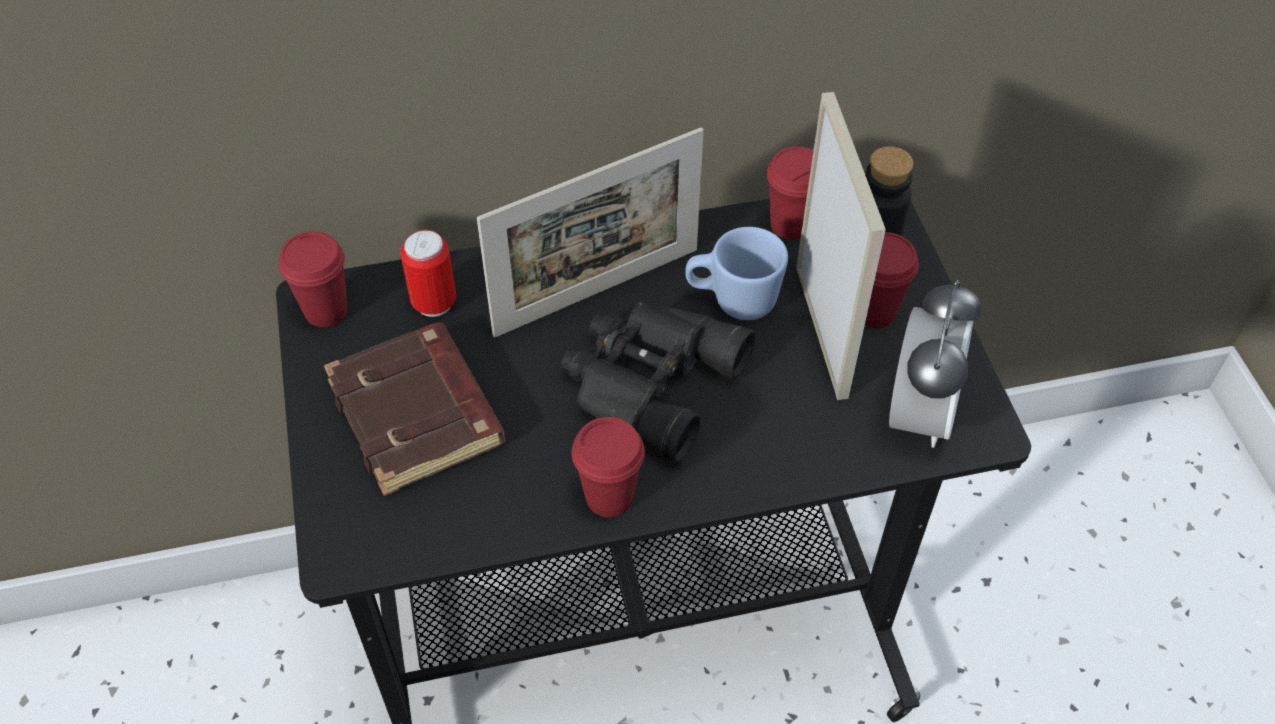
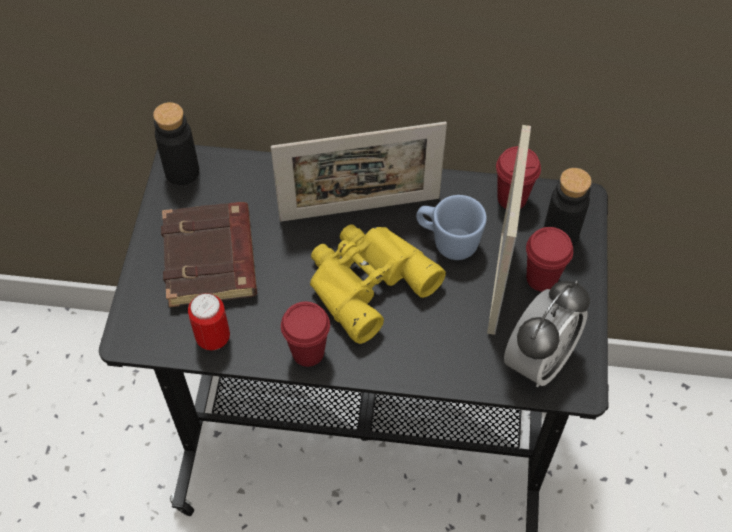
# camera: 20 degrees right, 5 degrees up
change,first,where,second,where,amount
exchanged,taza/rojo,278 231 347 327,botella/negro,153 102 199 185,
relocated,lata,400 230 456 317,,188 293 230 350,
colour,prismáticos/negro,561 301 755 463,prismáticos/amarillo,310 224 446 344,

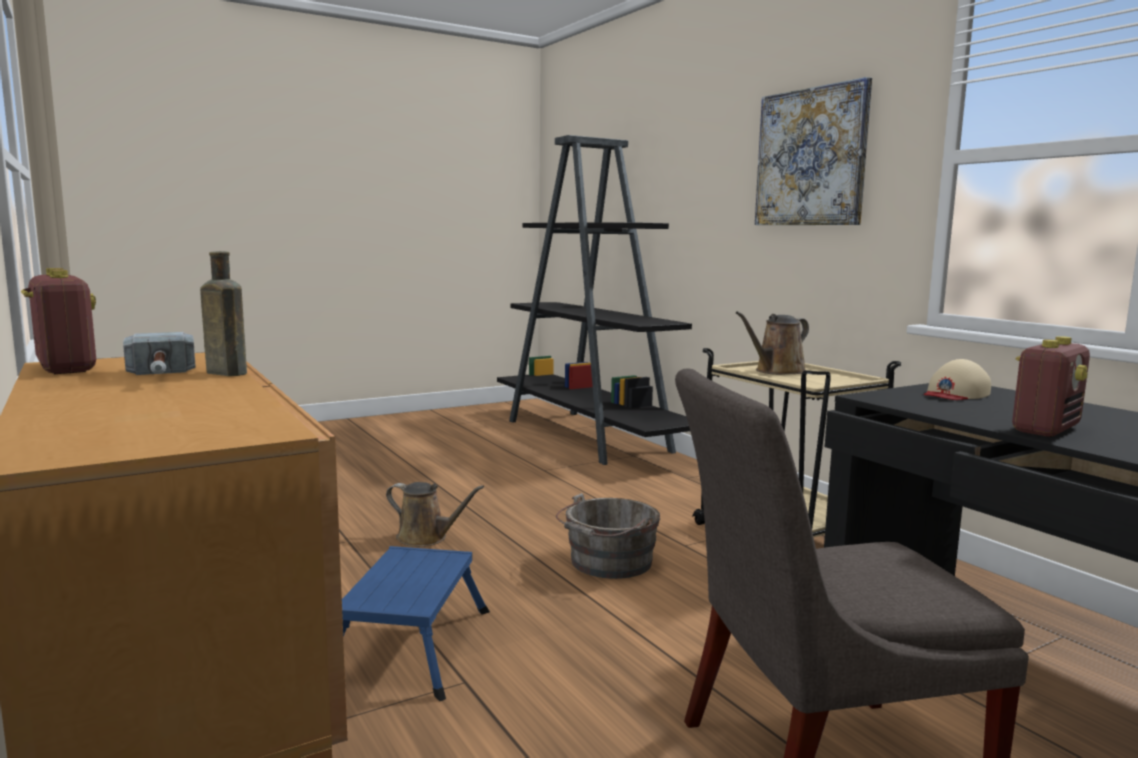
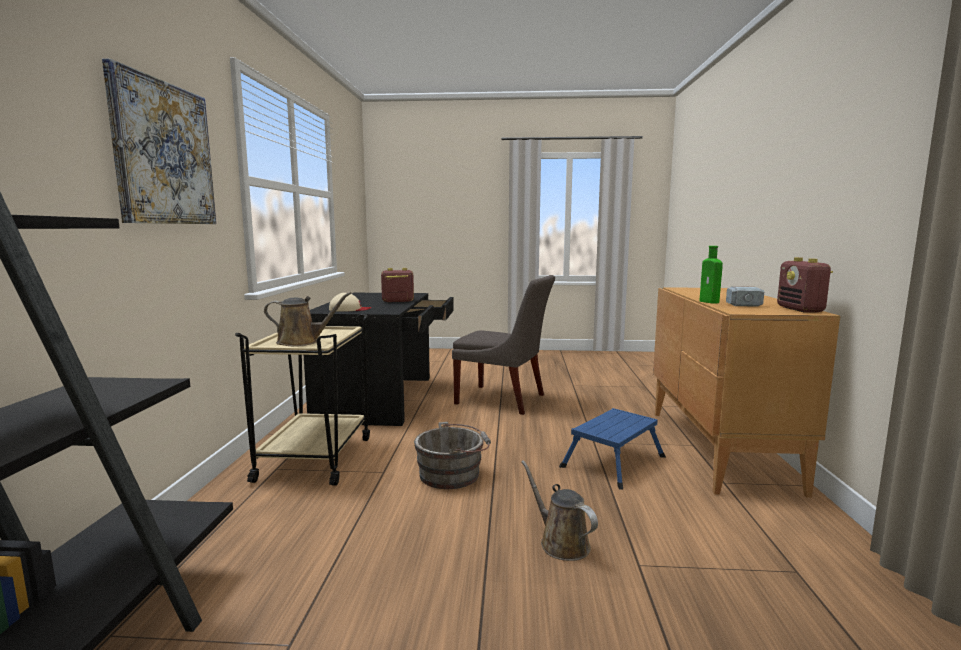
# camera: 145 degrees left, 0 degrees up
change,first,where,second,where,amount
colour,botella/marrón,200 252 247 376,botella/verde,699 246 723 303,

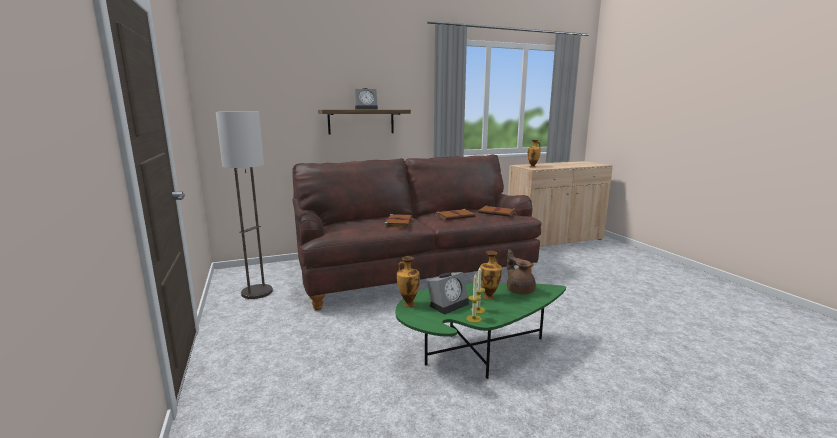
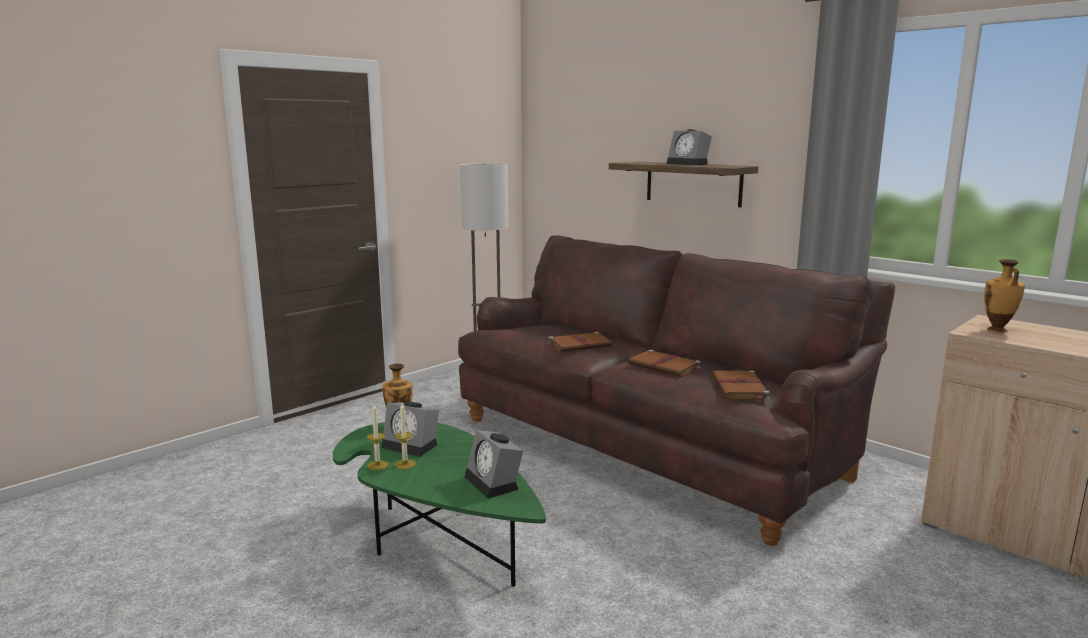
# camera: 65 degrees right, 0 degrees up
change,first,where,second,where,amount
missing,florero,480 251 502 300,,,
exchanged,tetera/marrón,507 249 536 295,despertador,465 430 523 498,

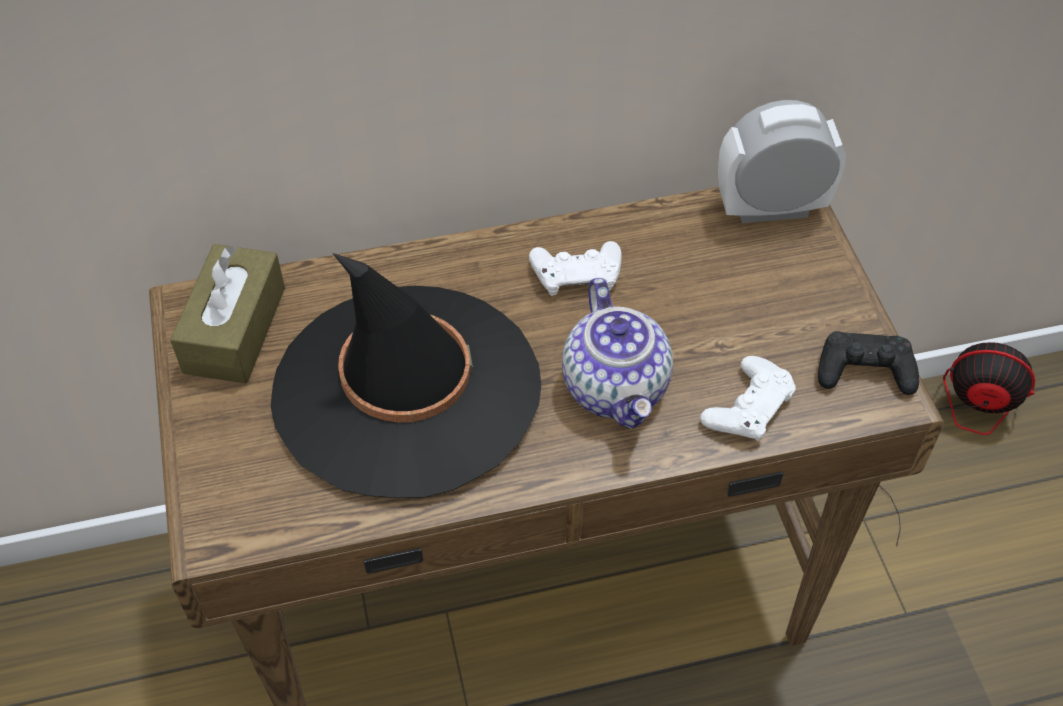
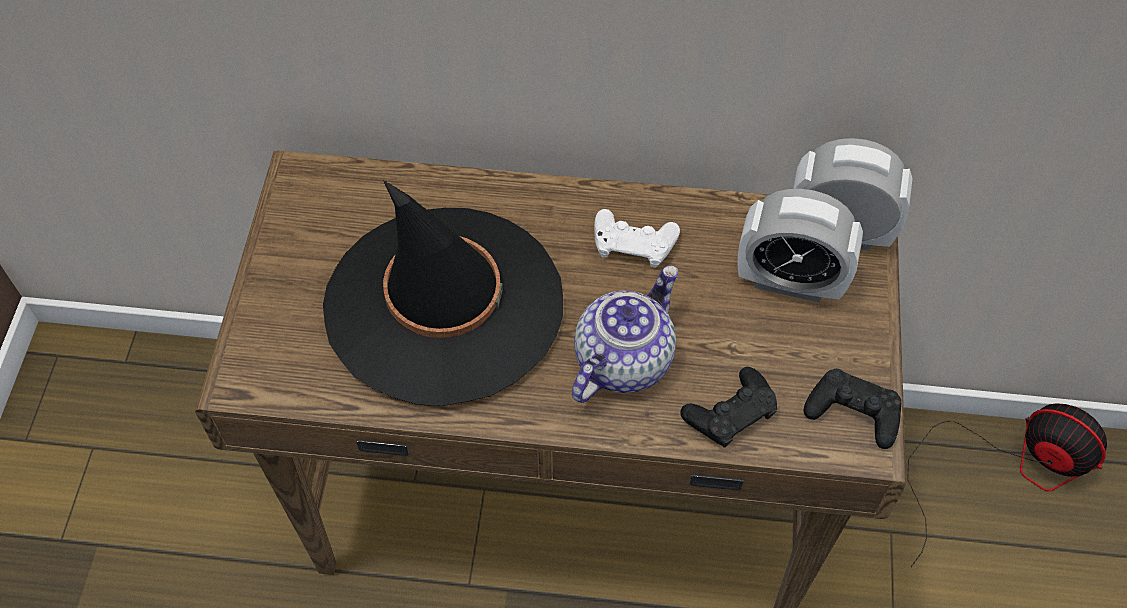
# camera: 20 degrees right, 5 degrees up
change,first,where,second,where,amount
missing,caja de pañuelos/marrón,170 244 285 384,,,
spun,tetera,562 278 673 429,,572 266 678 403,150 degrees counterclockwise
colour,mando de consola/blanco,700 356 796 442,mando de consola/negro,680 367 777 447,
appeared,,,despertador,737 189 863 303,

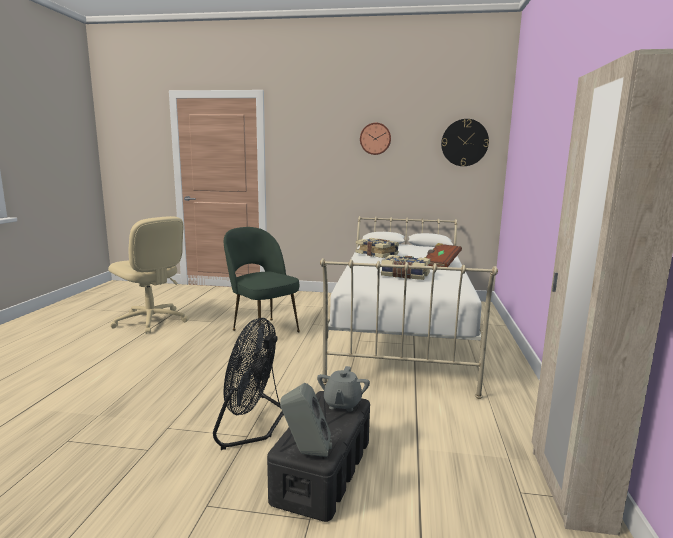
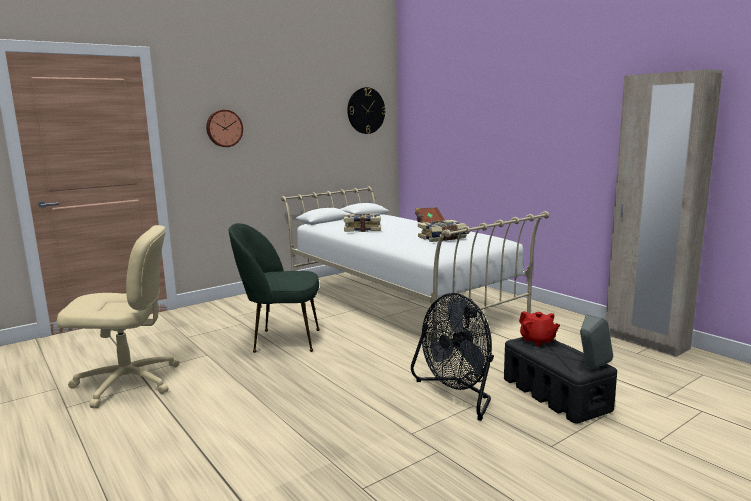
# camera: 45 degrees left, 0 degrees up
change,first,where,second,where,amount
colour,tetera/gris,317 366 370 411,tetera/rojo,519 311 560 346,
relocated,reloj de pared,360 123 391 155,,206 110 243 147,

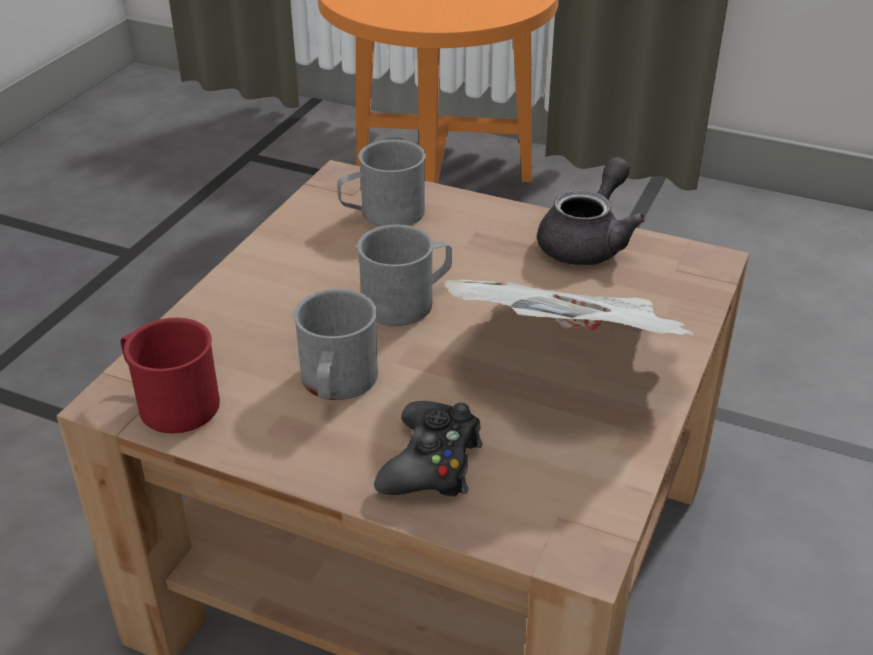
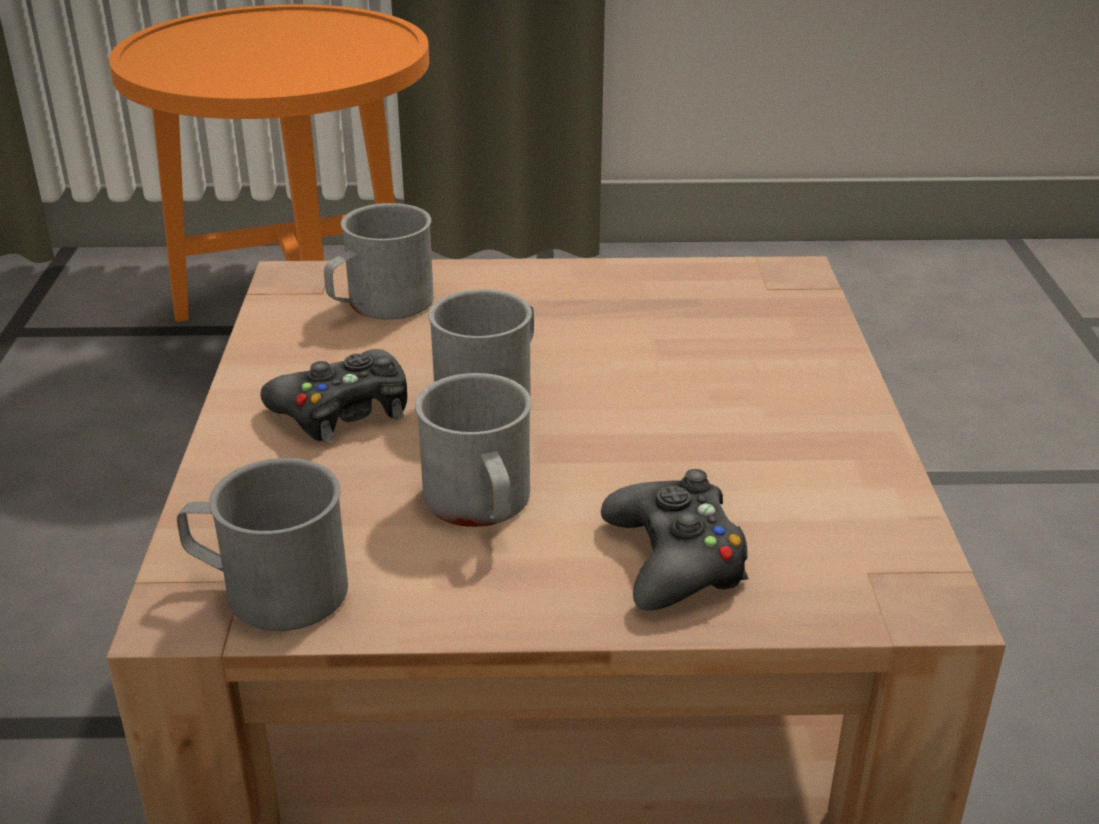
# camera: 25 degrees left, 5 degrees down
change,first,where,second,where,amount
colour,taza grande/rojo,121 318 220 433,taza grande/gris,177 458 348 631,
missing,periódico,445 280 698 336,,,
missing,tetera/gris,537 157 646 265,,,
appeared,,,mando de consola/negro,261 349 407 442,

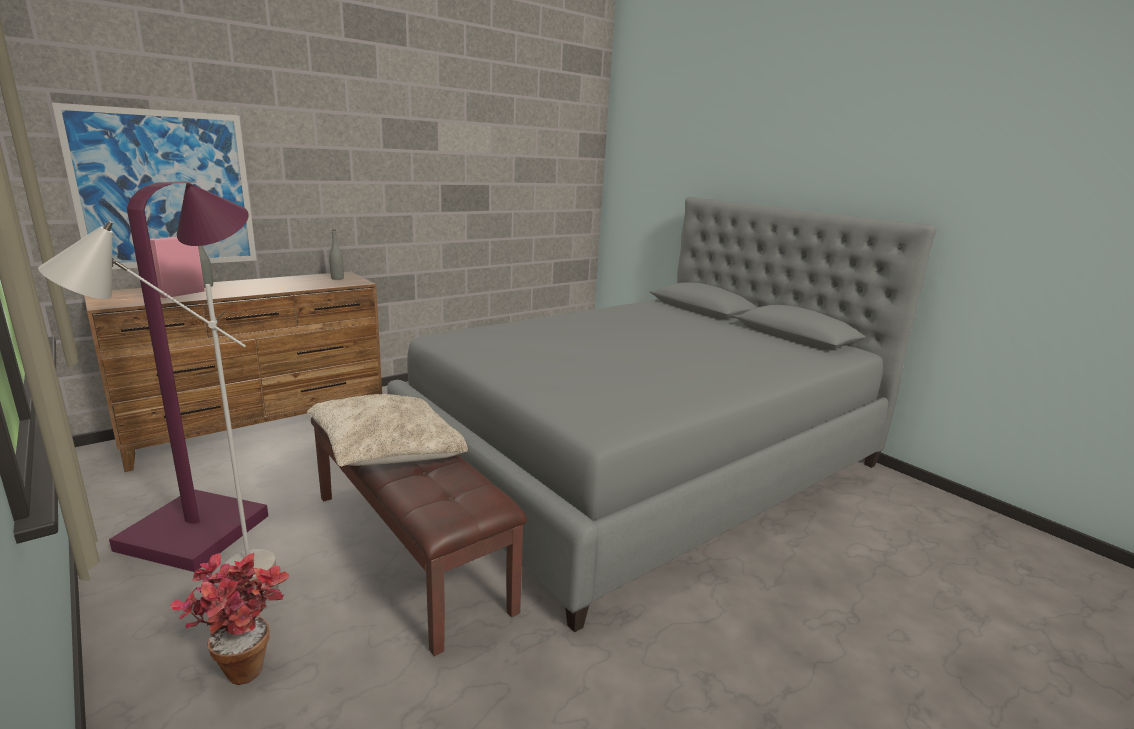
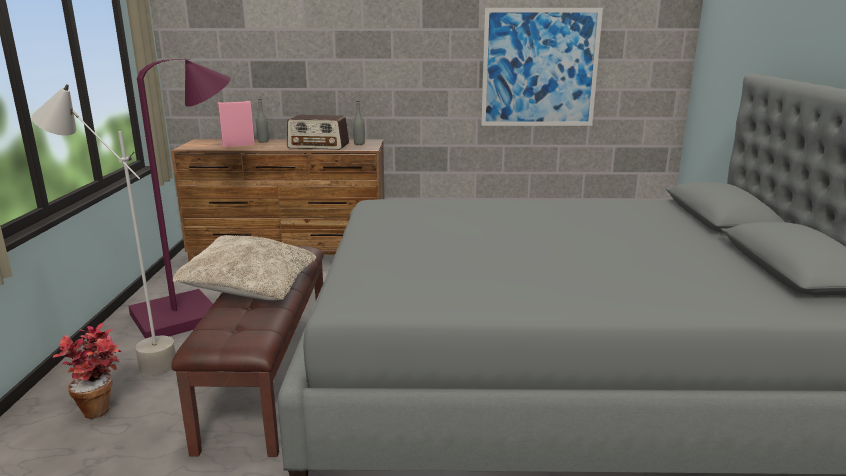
# camera: 40 degrees right, 0 degrees up
change,first,where,second,where,amount
relocated,cuadro,52 103 257 269,,481 8 603 126,
appeared,,,radio,287 115 349 150,

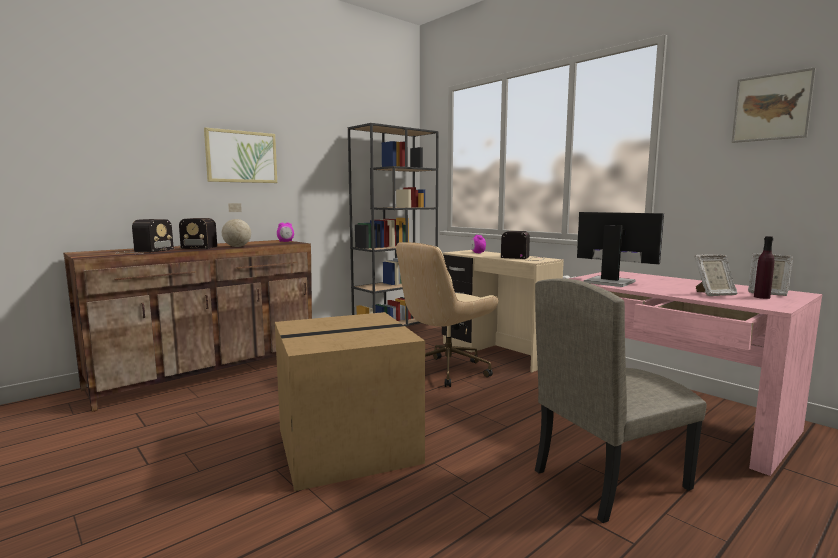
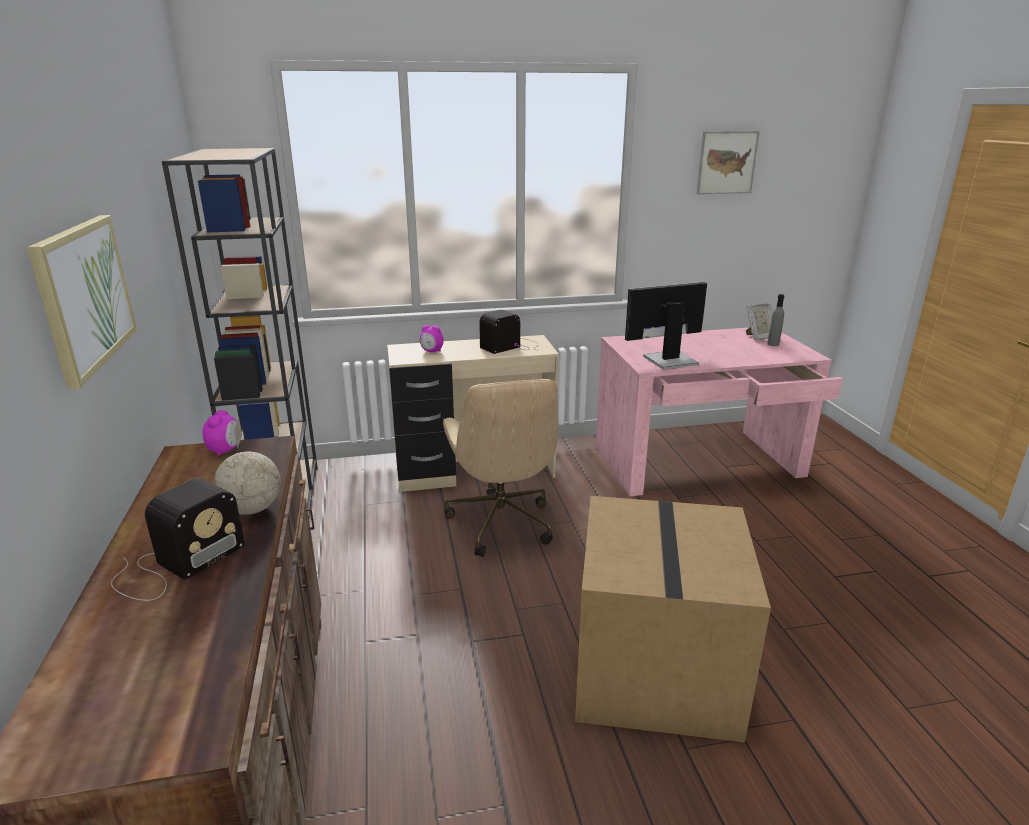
# camera: 60 degrees left, 15 degrees up
change,first,where,second,where,amount
missing,radio,115 219 174 254,,,
missing,silla/beis,535 279 707 523,,,
missing,portarretratos,694 255 738 296,,,
colour,botella/morado,754 236 774 299,botella/gris,767 294 785 346,

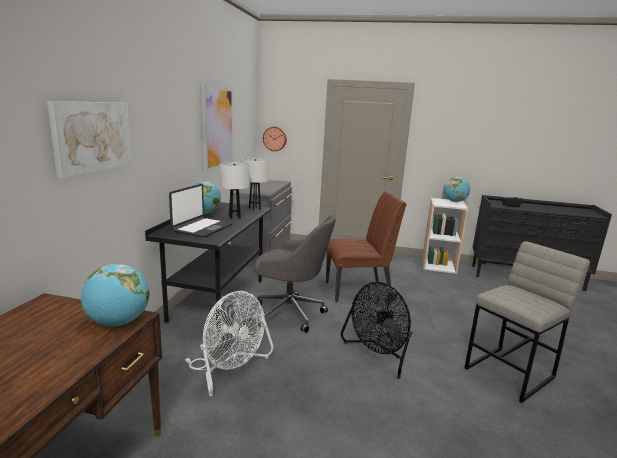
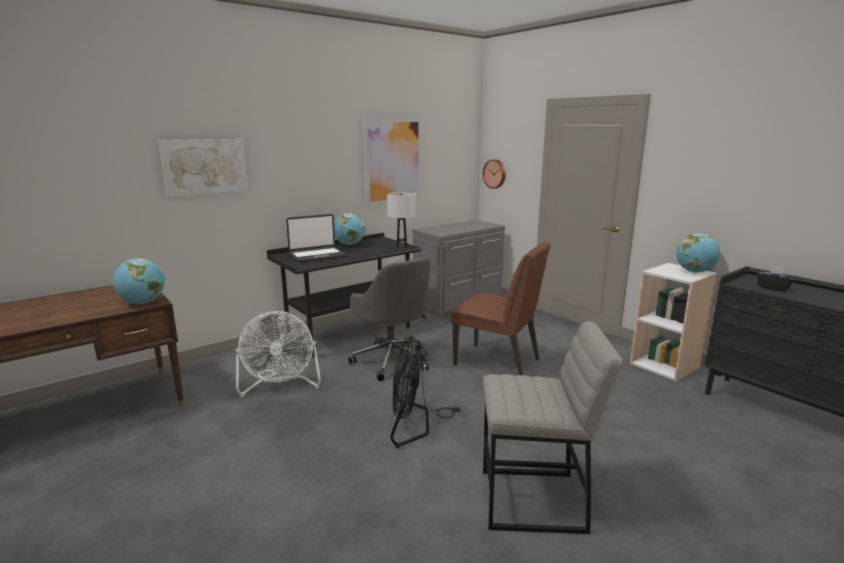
# camera: 40 degrees right, 0 degrees up
change,first,where,second,where,amount
missing,lámpara de mesa/blanco,220 162 249 219,,,

